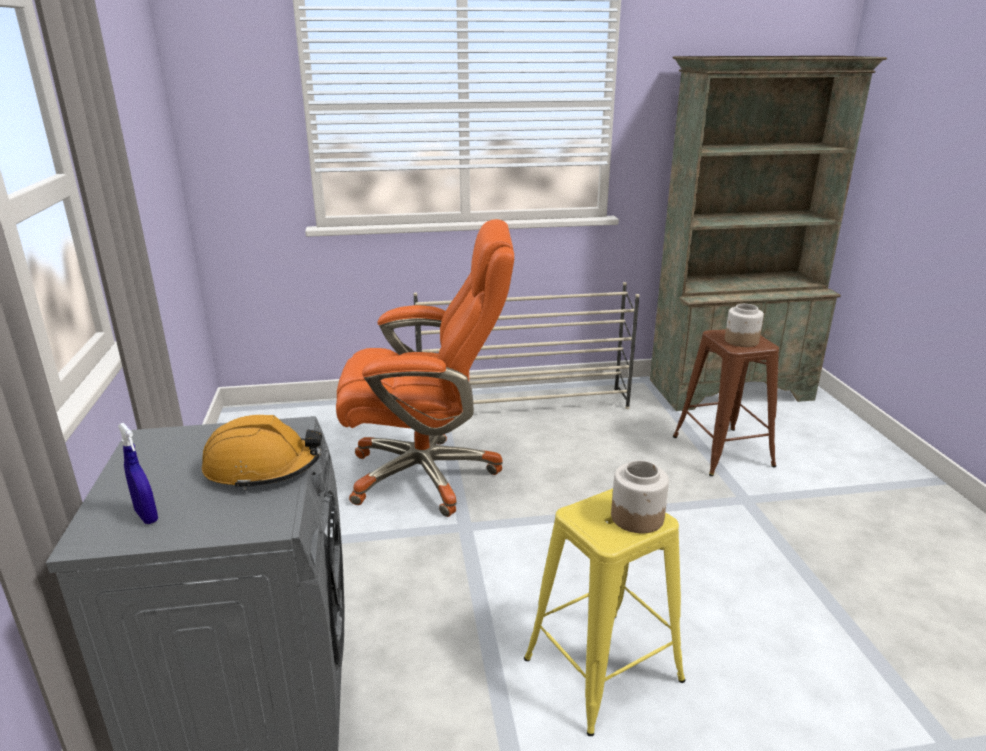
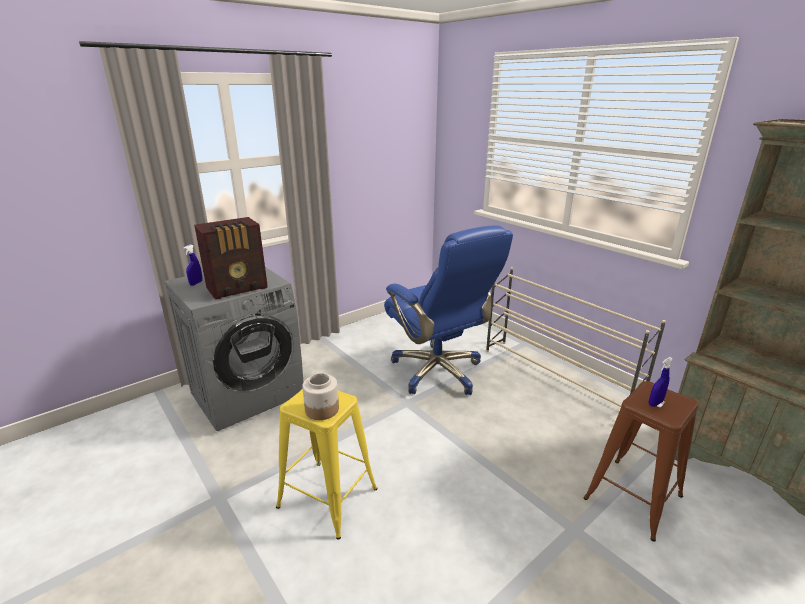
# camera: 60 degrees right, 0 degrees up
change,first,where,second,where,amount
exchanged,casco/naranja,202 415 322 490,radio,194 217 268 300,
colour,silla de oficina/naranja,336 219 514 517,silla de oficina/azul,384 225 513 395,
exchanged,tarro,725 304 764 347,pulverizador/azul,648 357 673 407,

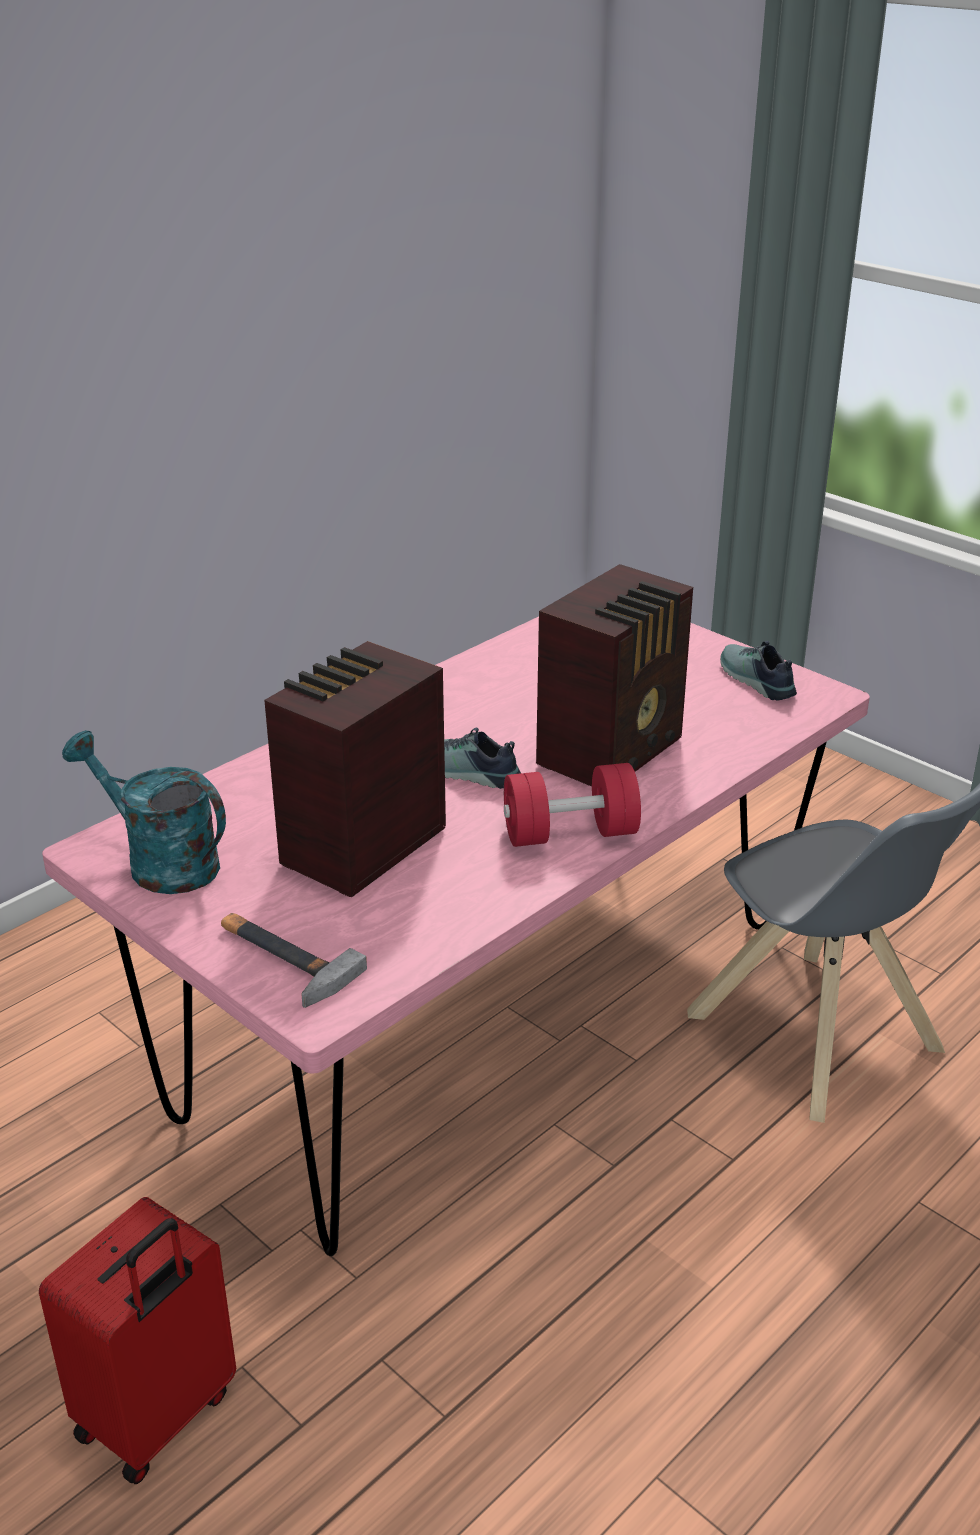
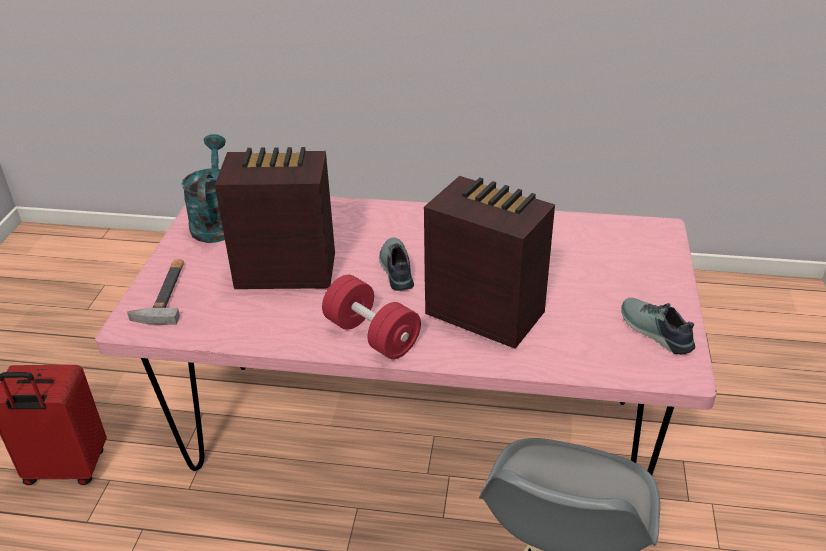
# camera: 55 degrees right, 5 degrees up
change,first,where,second,where,amount
spun,radio,536 564 694 787,,424 176 555 349,150 degrees counterclockwise
spun,zapato,720 641 797 700,,621 298 695 355,60 degrees counterclockwise

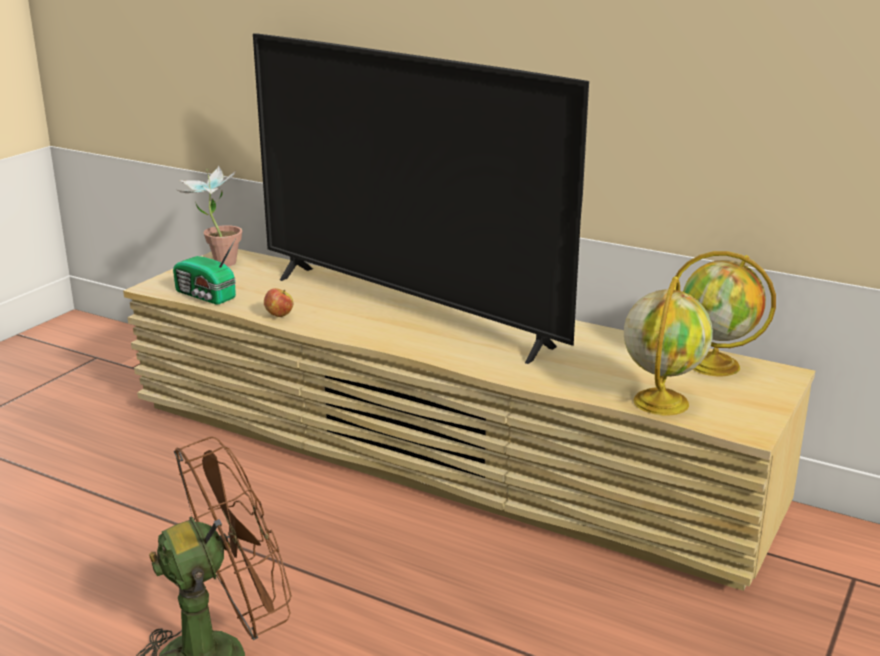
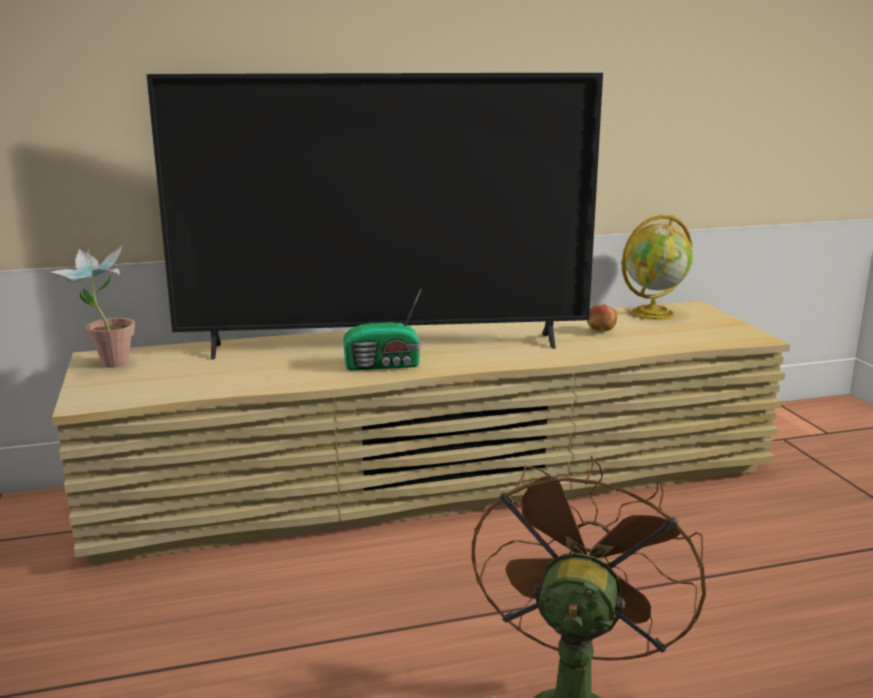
# camera: 45 degrees left, 5 degrees down
change,first,where,second,where,amount
relocated,radio,173 238 236 305,,343 290 421 371,
relocated,manzana,264 288 293 317,,587 304 617 331,
missing,globo terráqueo,624 276 713 416,,,

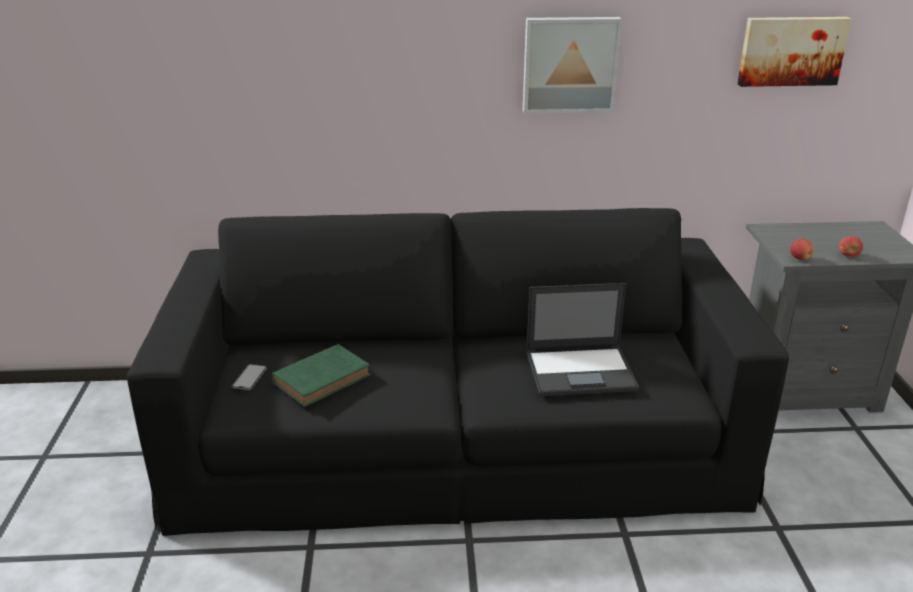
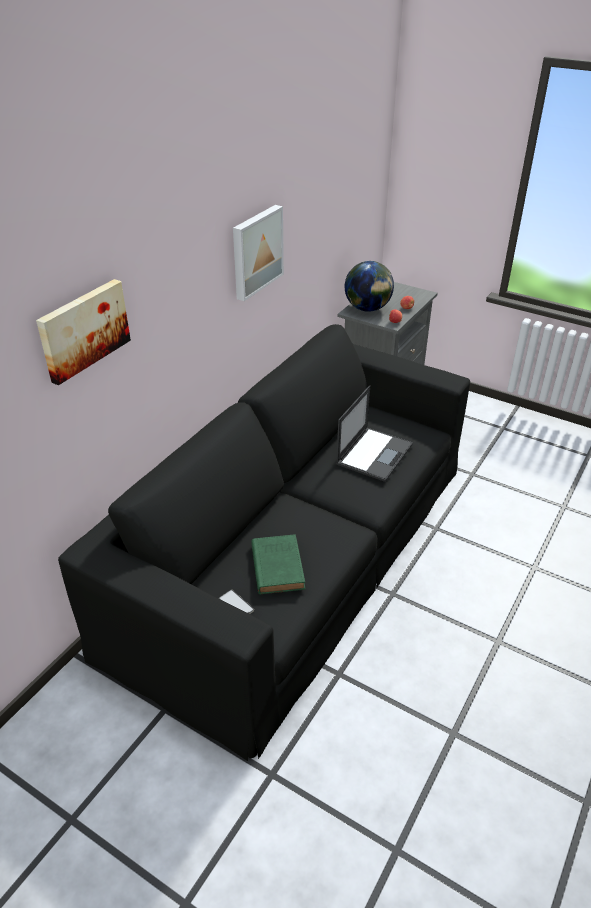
# camera: 55 degrees left, 10 degrees up
change,first,where,second,where,amount
relocated,cuadro,738 17 851 87,,36 279 131 385,
appeared,,,globo terráqueo,345 261 394 312,

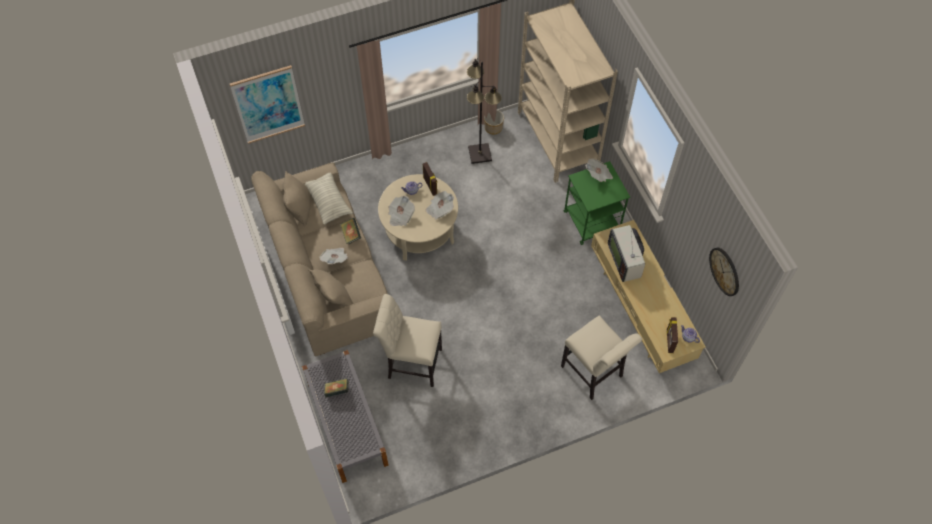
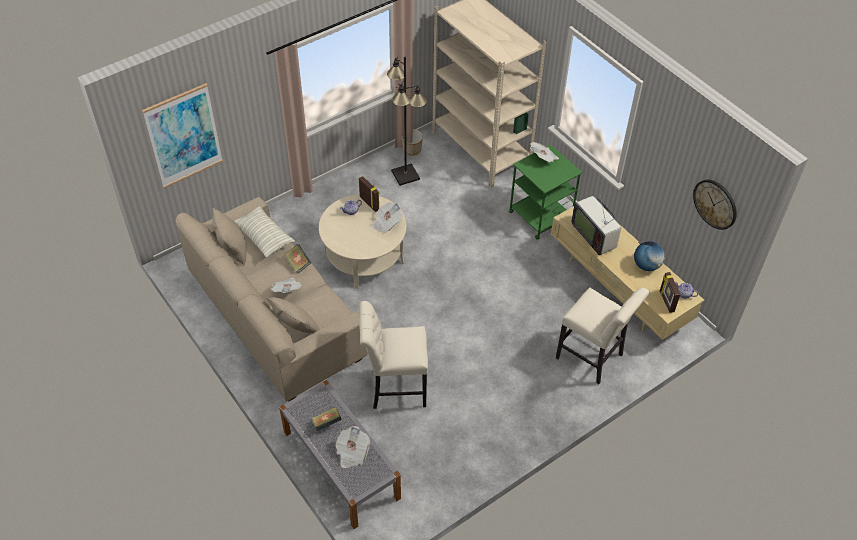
# camera: 15 degrees left, 10 degrees down
change,first,where,second,where,amount
relocated,periódico,388 196 415 226,,335 426 370 468,
appeared,,,globo terráqueo,634 241 665 271,

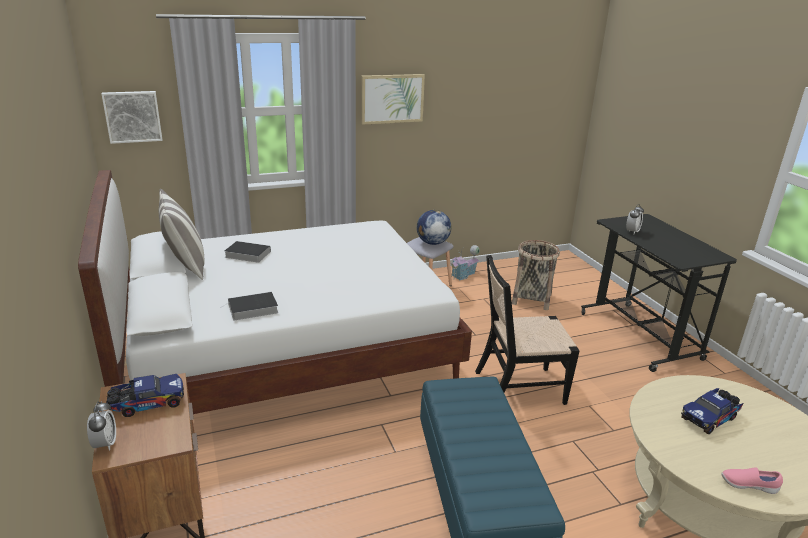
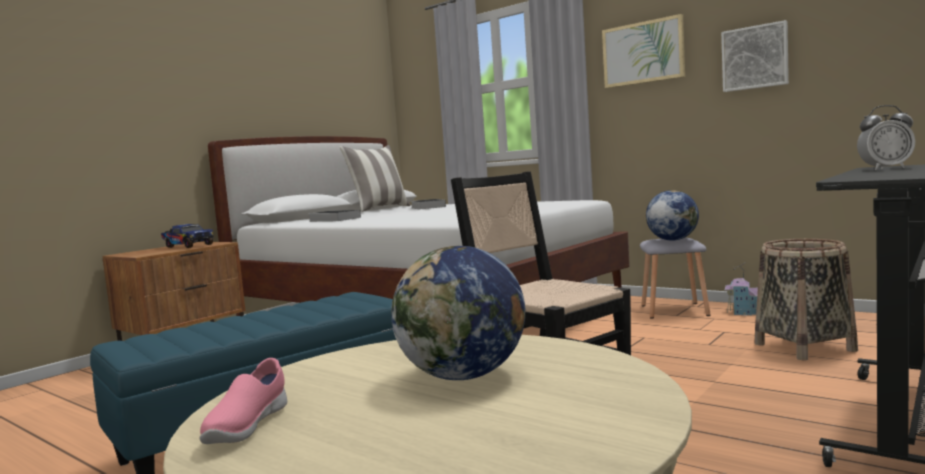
# camera: 60 degrees right, 20 degrees down
change,first,where,second,where,amount
missing,despertador,87 401 116 451,,,
relocated,cuadro,102 91 163 144,,721 20 789 92,
exchanged,camión de juguete,681 388 743 434,globo terráqueo,391 246 525 380,
spun,zapato/rosa,721 467 783 494,,200 358 287 444,150 degrees counterclockwise

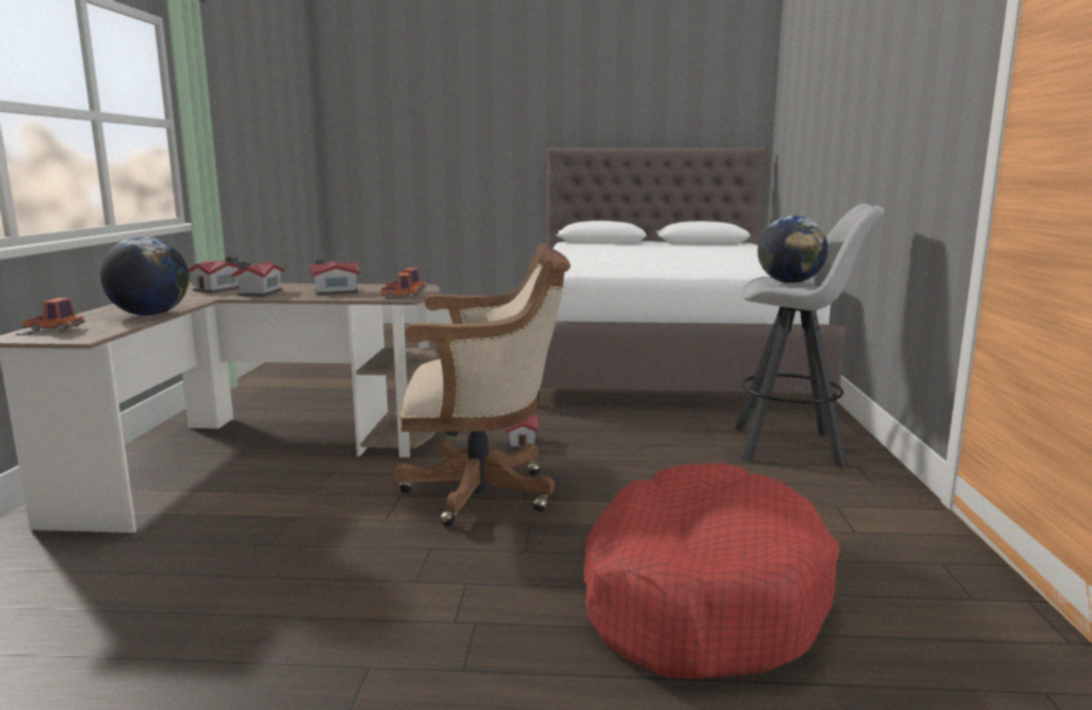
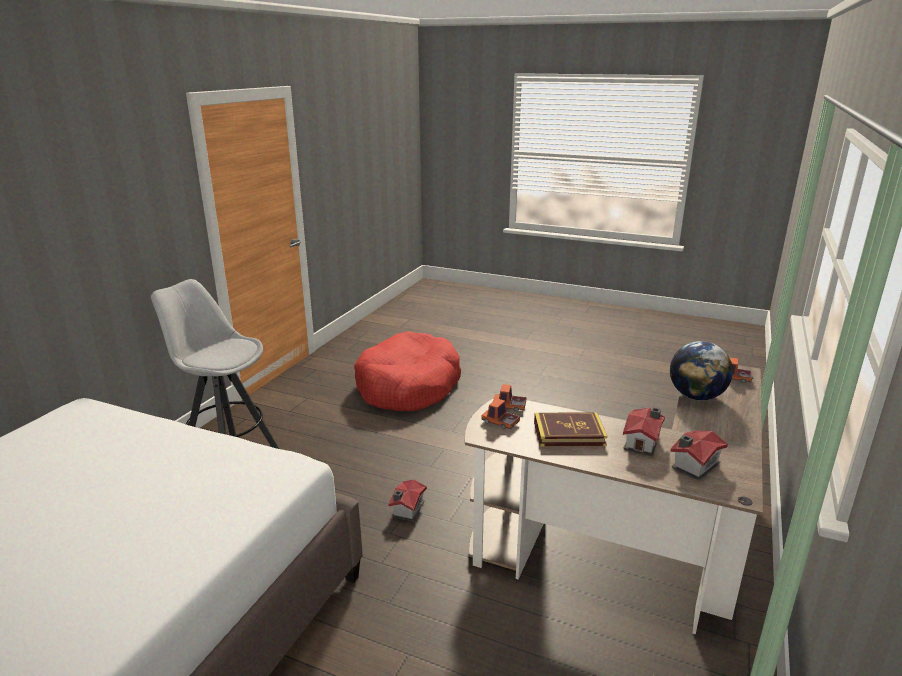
# camera: 160 degrees left, 10 degrees up
change,first,where,second,where,amount
exchanged,casita,310 258 360 295,libro,534 412 607 446,
missing,silla de oficina,394 244 570 526,,,
missing,globo terráqueo,758 216 828 283,,,

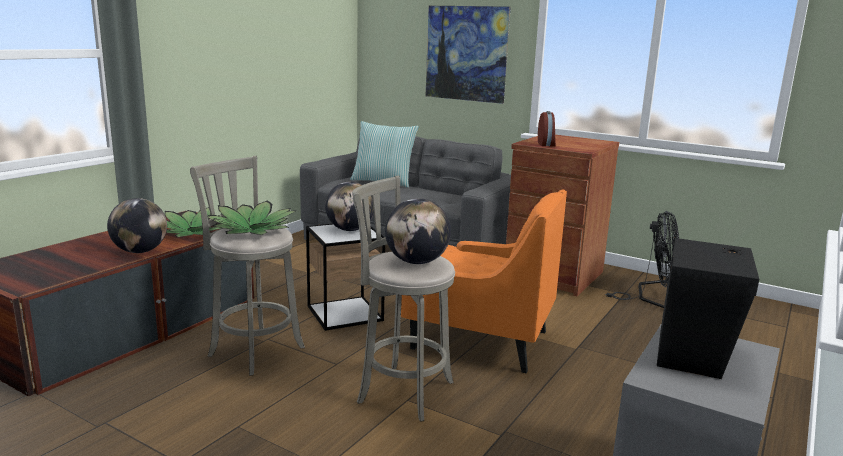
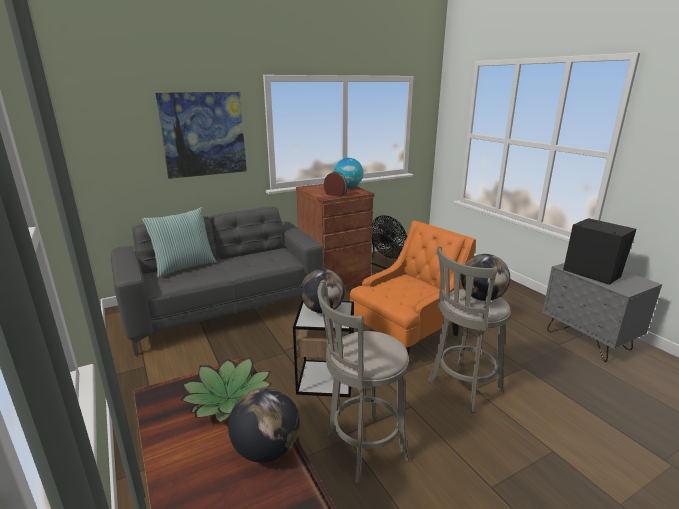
# camera: 60 degrees left, 5 degrees up
change,first,where,second,where,amount
missing,planta en maceta,207 200 297 235,,,
appeared,,,globo terráqueo,334 158 363 188,

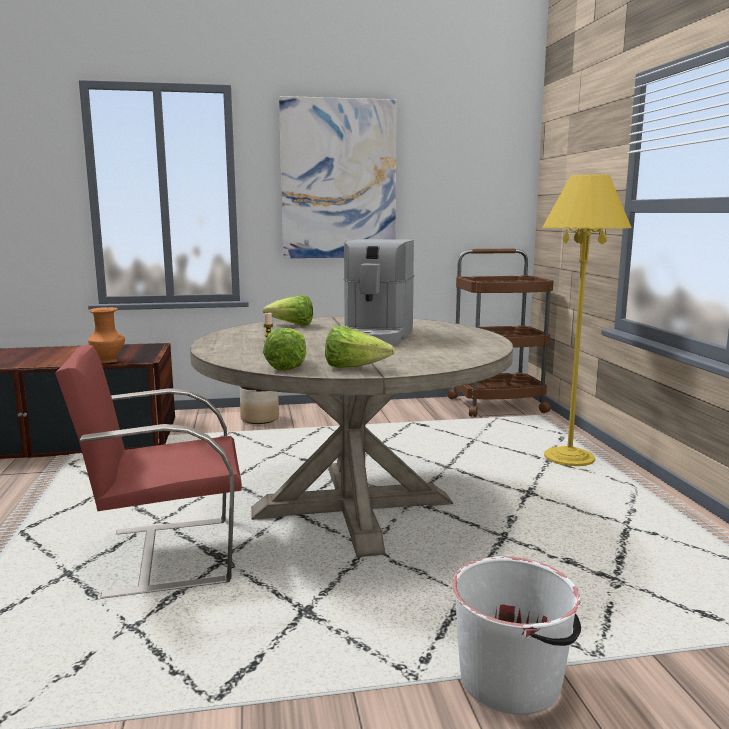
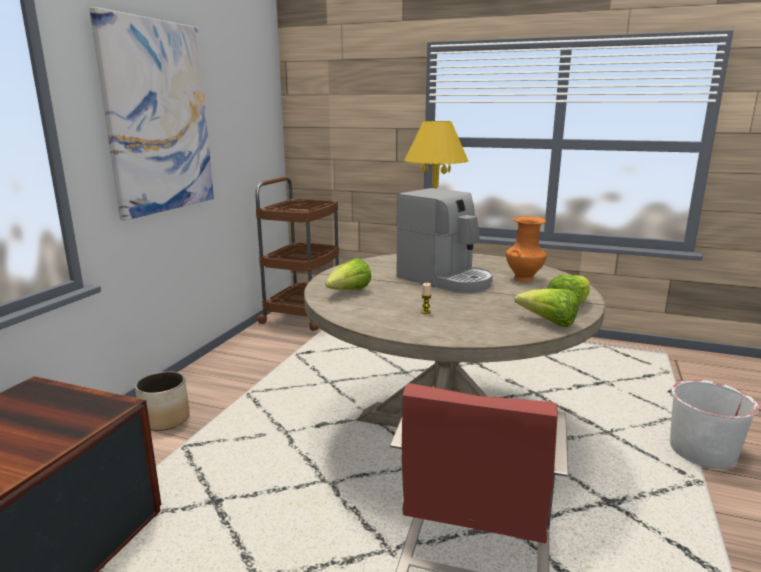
# camera: 60 degrees left, 5 degrees up
change,first,where,second,where,amount
relocated,florero/naranja,88 307 125 363,,506 216 547 282,

